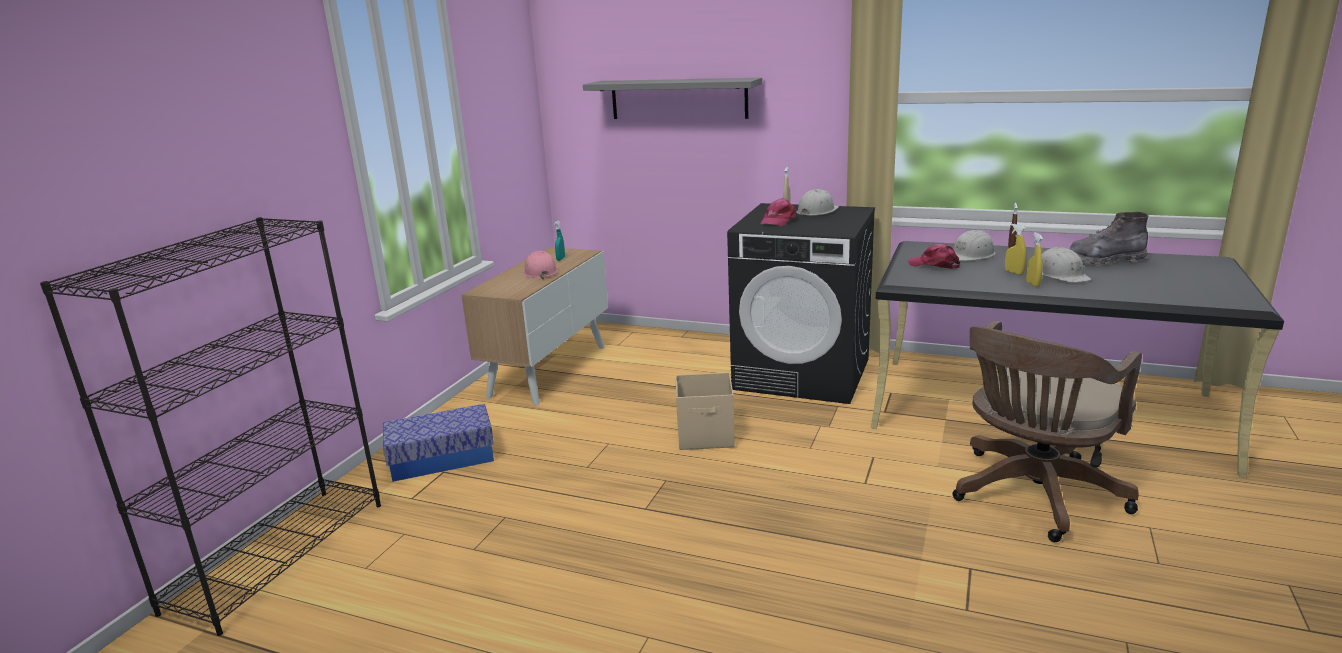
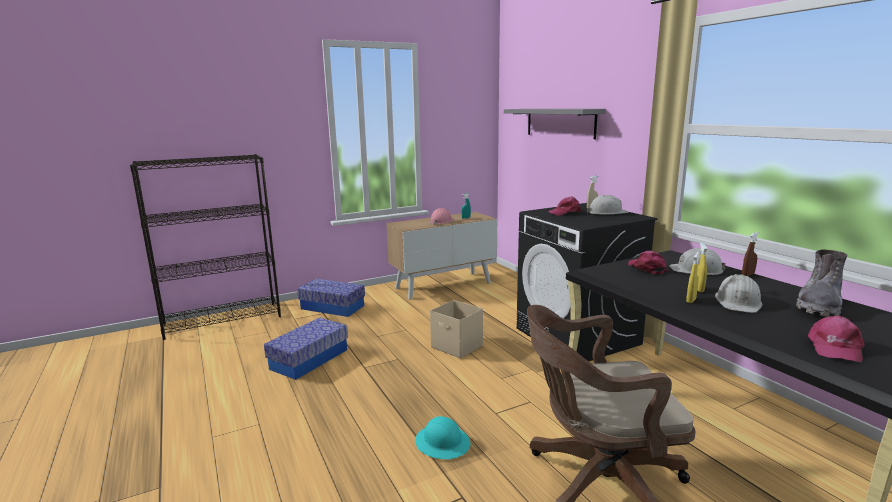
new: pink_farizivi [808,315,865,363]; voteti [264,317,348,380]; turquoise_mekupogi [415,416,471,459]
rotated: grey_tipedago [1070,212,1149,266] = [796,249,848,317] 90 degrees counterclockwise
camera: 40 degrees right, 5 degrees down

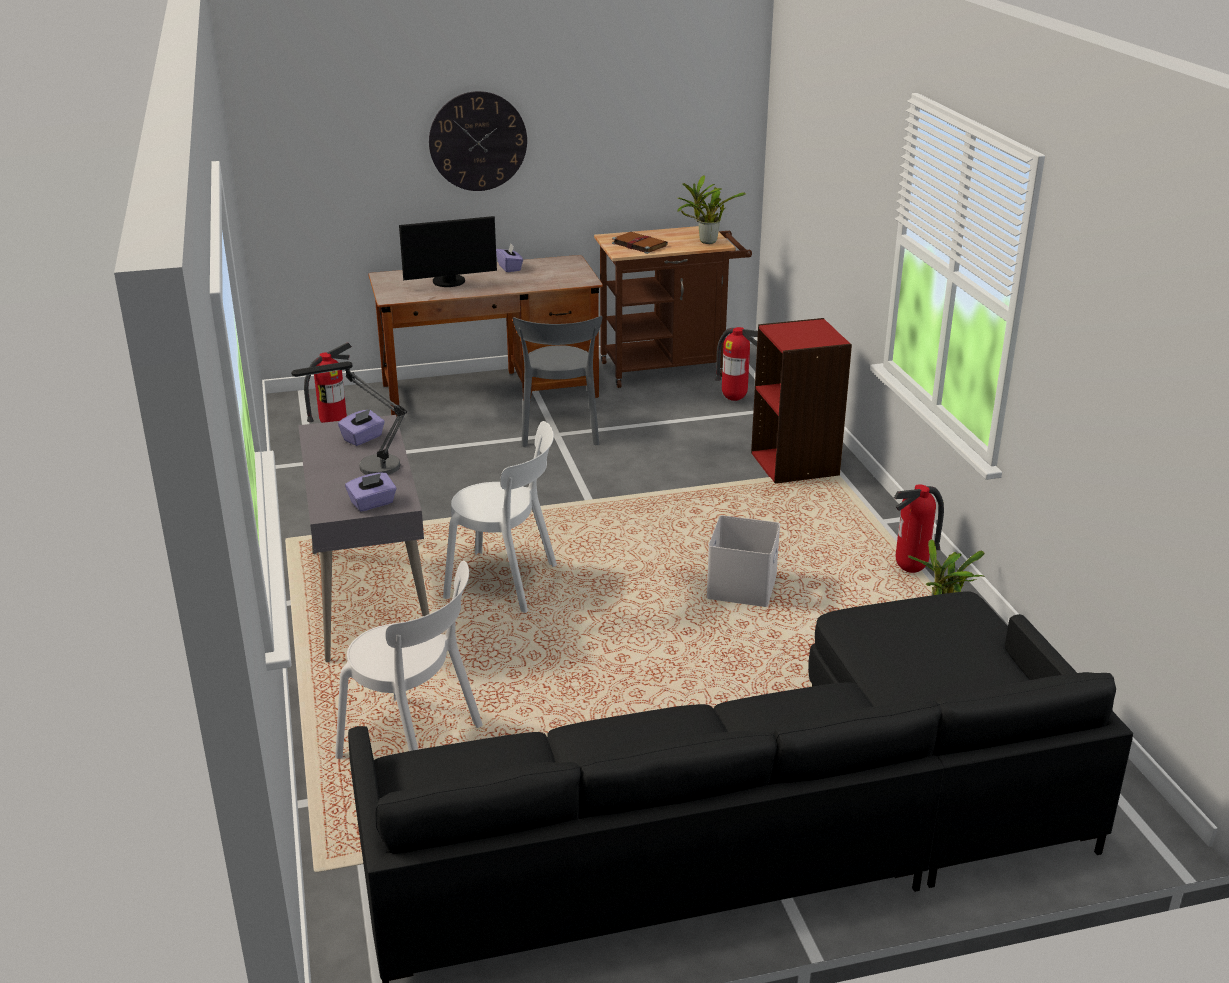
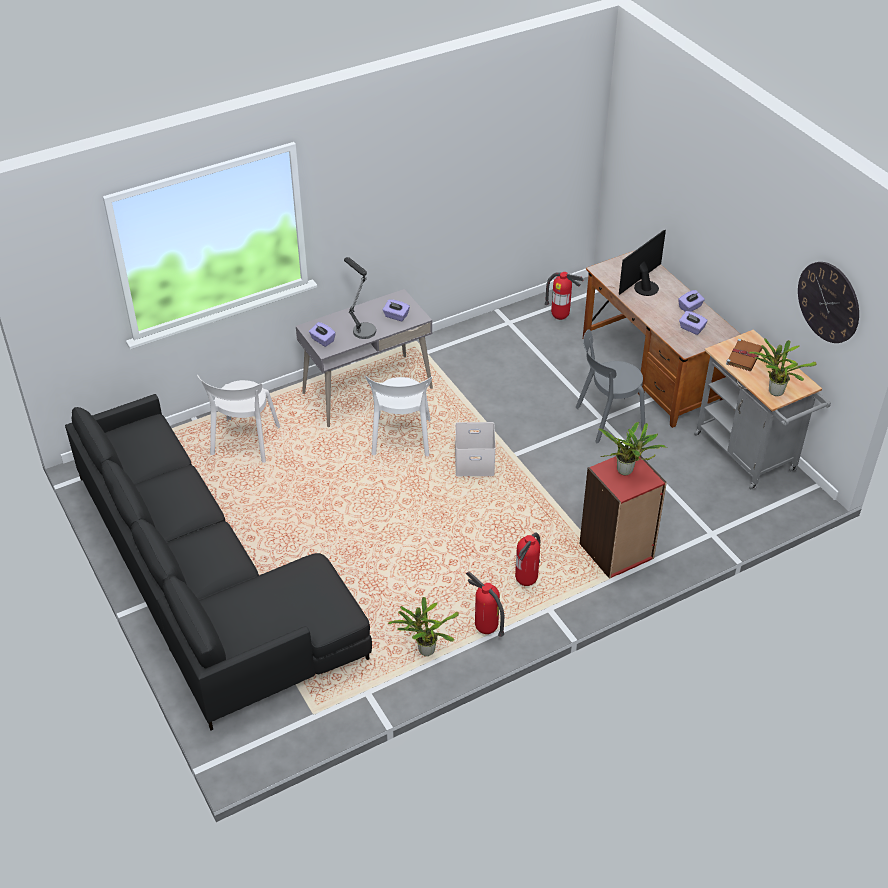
new: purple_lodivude [679,311,707,335]; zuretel [599,422,666,475]
shifted: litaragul [429,91,527,191] to [798,262,859,343]; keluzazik [715,327,758,401] to [515,532,540,586]; white_voteti [707,515,780,607] to [455,422,496,476]
repainted: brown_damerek [594,226,752,388] to grey_damerek [694,330,831,490]
rotated: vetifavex [399,216,497,287] = [619,230,666,296] 75 degrees clockwise
camera: 75 degrees right, 15 degrees up

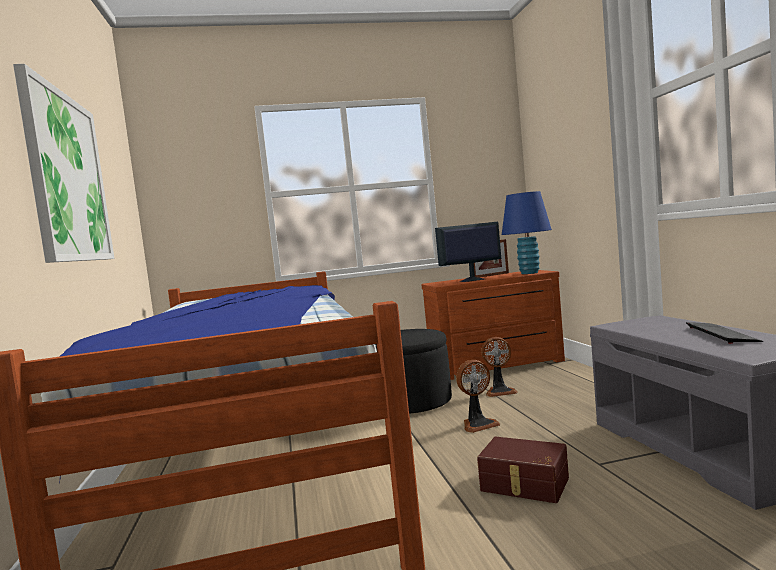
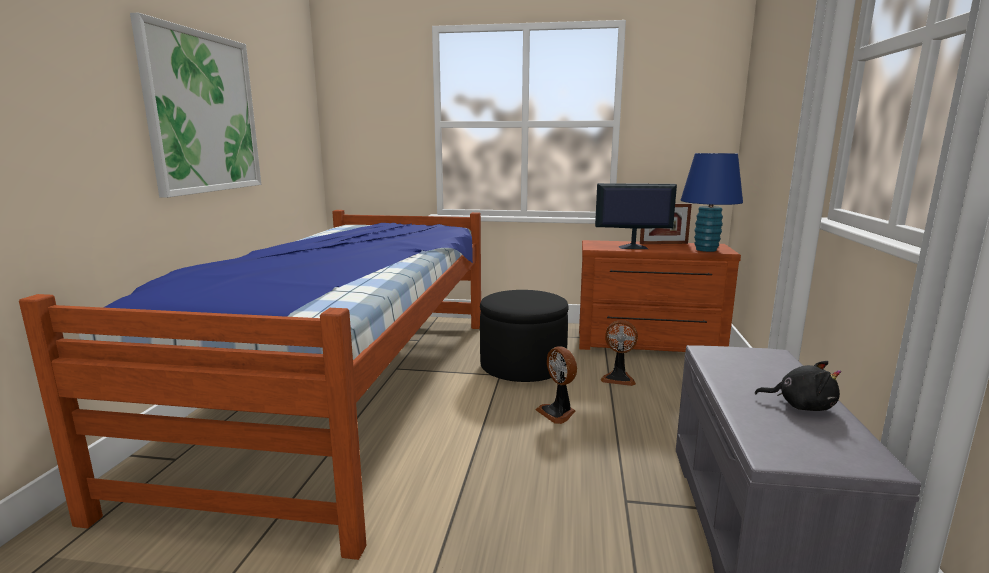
gone: brown_voteti [477,437,569,503]
swapped: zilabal [686,322,763,344] to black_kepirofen [755,361,841,411]
rotated: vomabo [456,360,500,433] = [535,346,577,424] 60 degrees clockwise
camera: 20 degrees right, 10 degrees up

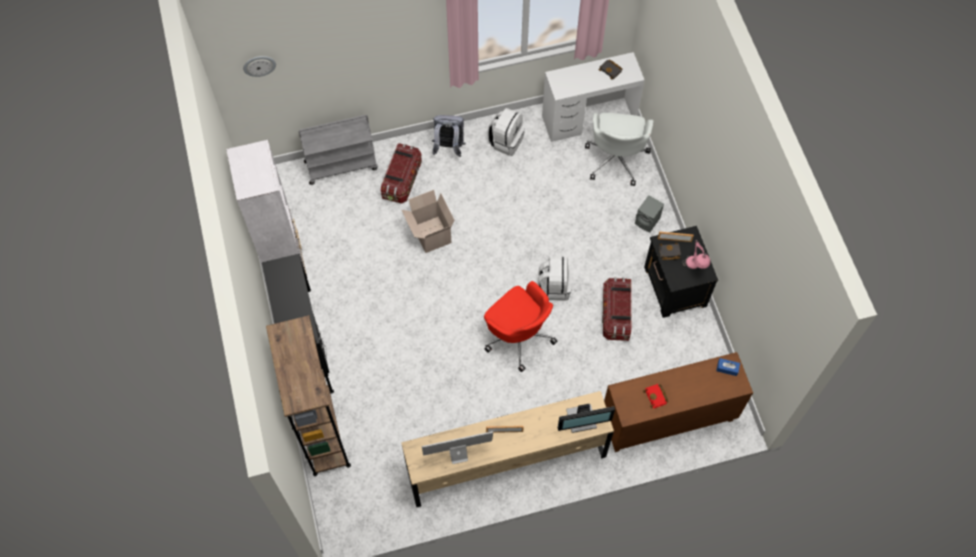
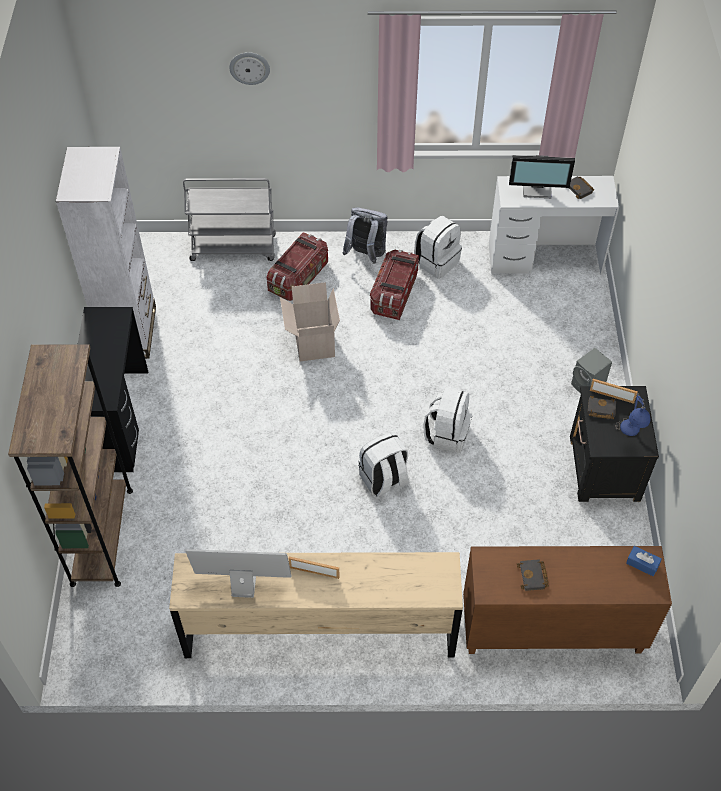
gone: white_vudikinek [585,113,653,186]
shifted: litaragul [243,56,276,77] to [229,52,270,85]; voteti [602,277,632,341] to [370,250,419,320]; vetifavex [558,404,615,433] to [509,155,575,198]
swapped: red_vudikinek [484,281,557,372] to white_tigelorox [358,432,410,497]
repainted: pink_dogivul [683,240,710,269] to blue_dogivul [616,393,651,436]; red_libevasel [643,384,669,409] to black_libevasel [517,559,549,591]
camera: 15 degrees right, 10 degrees down

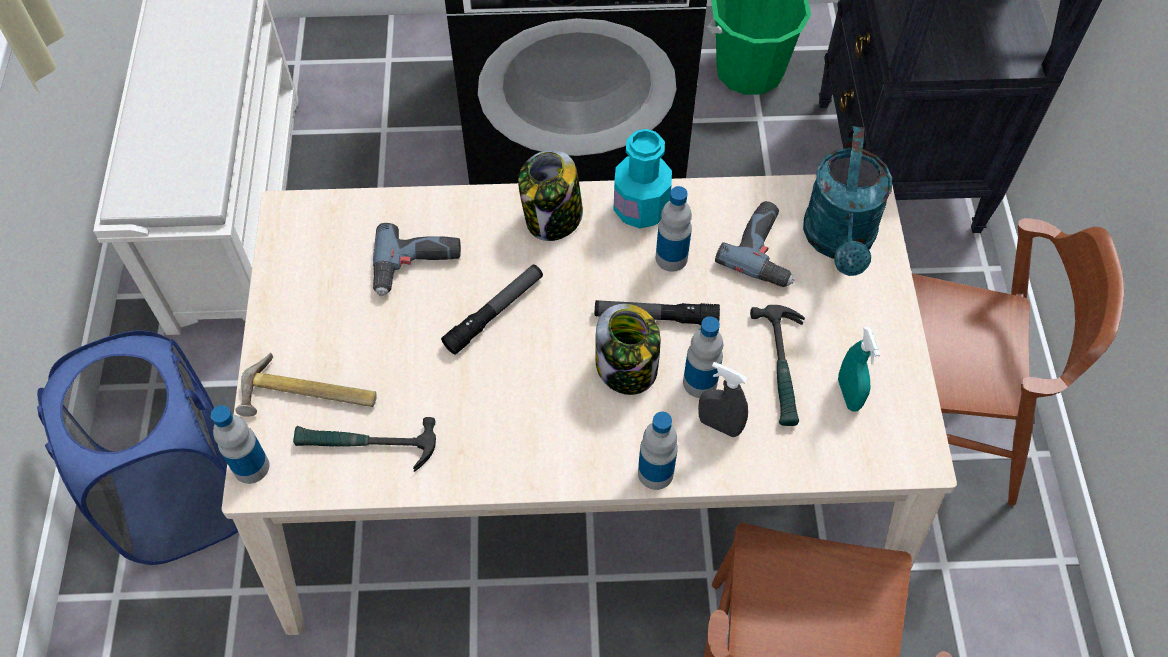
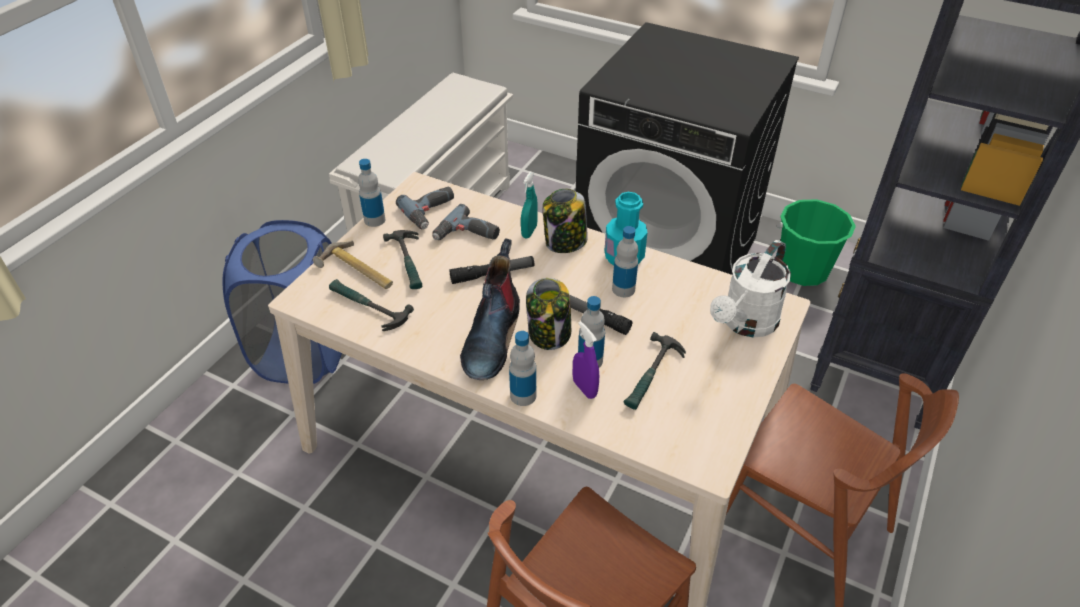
new: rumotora [383,230,422,289]; tipedago [460,238,520,380]
shifted: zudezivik [715,201,794,287] to [396,186,454,229]; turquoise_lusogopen [838,326,880,412] to [521,172,538,238]; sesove [211,405,270,484] to [358,159,385,227]
repainted: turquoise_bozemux [803,126,892,276] to white_bozemux [710,240,791,338]; grey_lusogopen [698,362,748,437] to purple_lusogopen [573,321,599,399]
camera: 30 degrees right, 15 degrees down

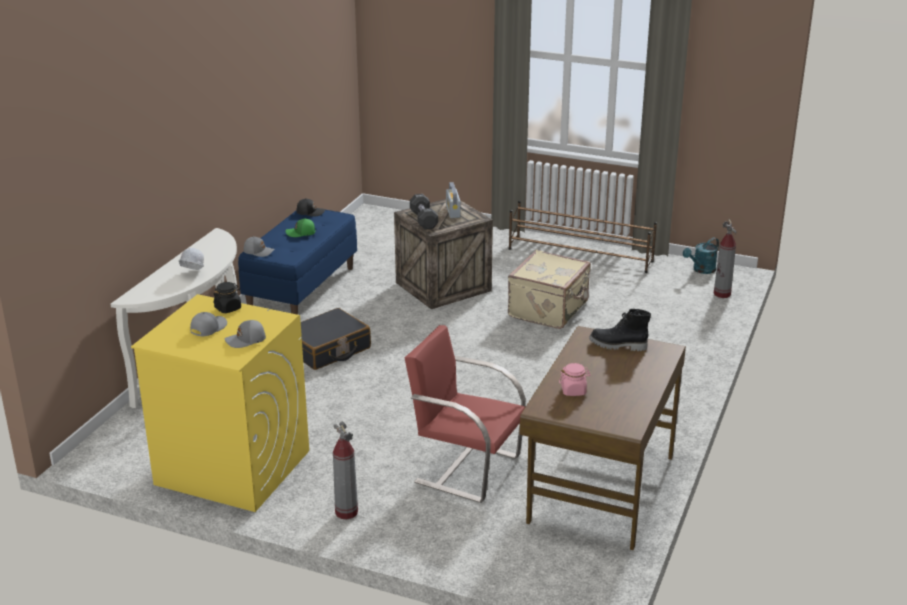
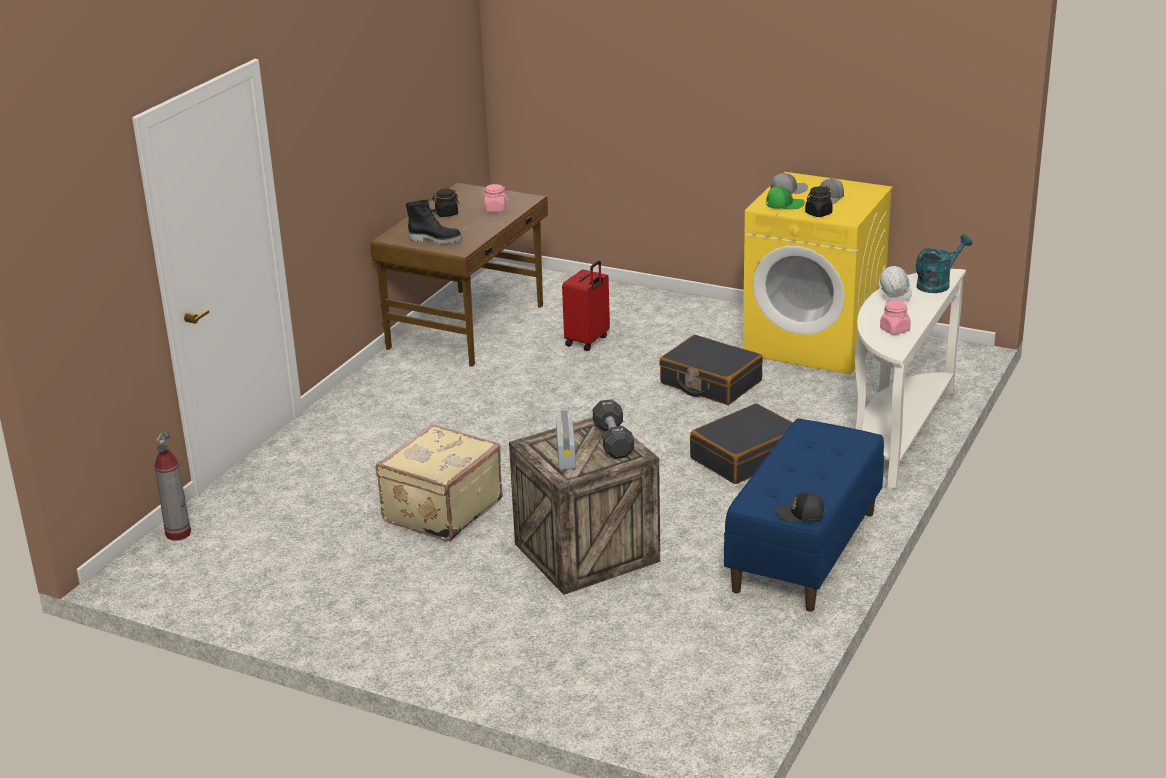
gone: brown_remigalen [509,201,657,273]; grey_farizivi [243,236,275,257]; keluzazik [333,421,358,519]
new: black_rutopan [432,189,459,217]; pink_rutopan [880,300,911,335]; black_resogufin [659,335,763,405]
shifted: green_farizivi [285,218,315,237] to [766,186,805,210]; turquoise_bozemux [683,238,719,274] to [916,234,972,293]
swapped: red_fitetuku [405,325,526,503] to red_resogufin [562,261,610,351]
camera: 175 degrees left, 0 degrees up

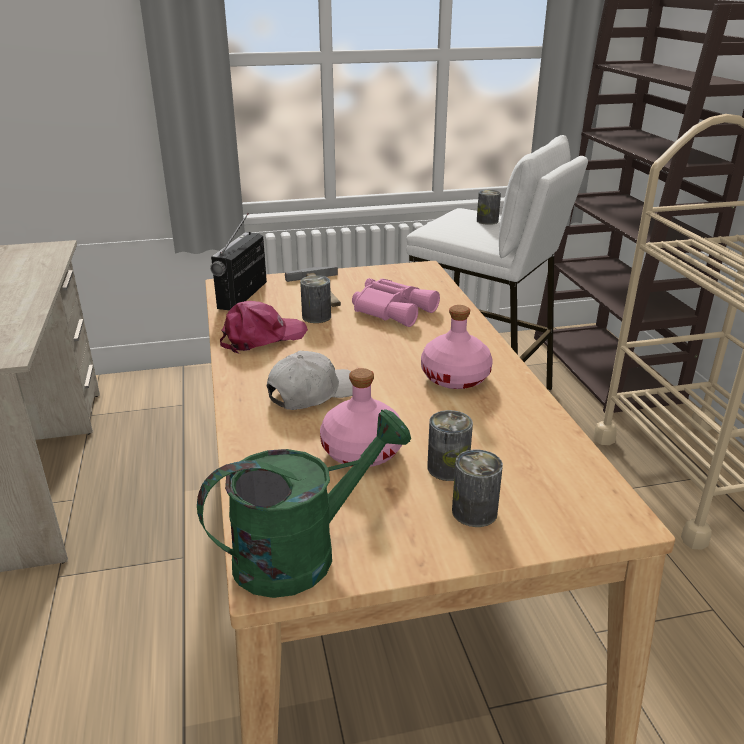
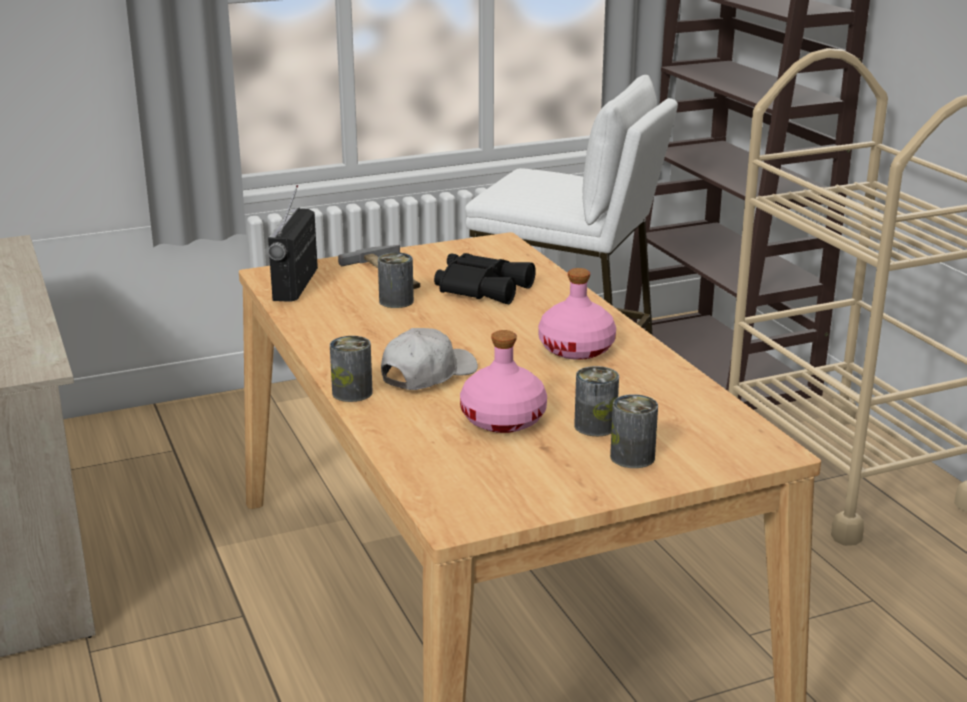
gone: pink_farizivi [220,301,308,354]; green_bozemux [197,409,411,598]
shifted: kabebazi [477,190,501,225] to [330,336,373,402]
repainted: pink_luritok [352,278,440,327] to black_luritok [434,253,536,304]
camera: 10 degrees left, 5 degrees down

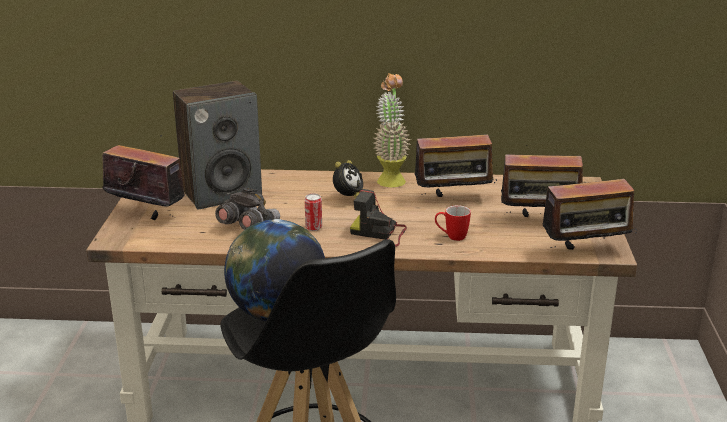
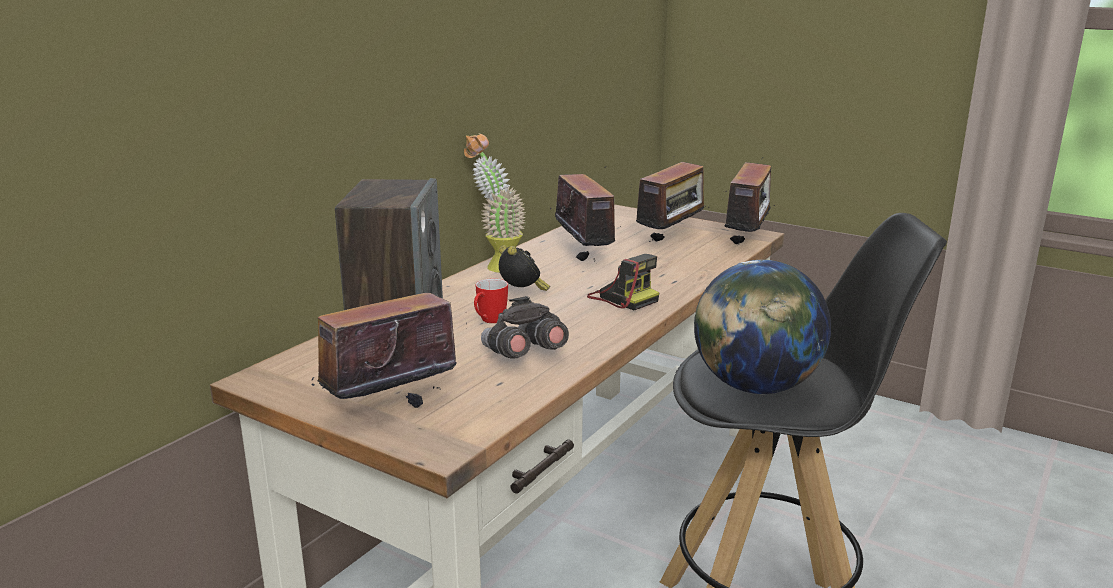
gone: kabebazi [305,193,322,231]
shifted: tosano [435,205,471,241] to [474,279,508,323]
rotated: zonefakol [414,127,497,199] = [550,167,621,264] 45 degrees counterclockwise; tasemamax [350,189,407,247] = [587,254,659,310] 90 degrees counterclockwise
camera: 60 degrees left, 5 degrees down

